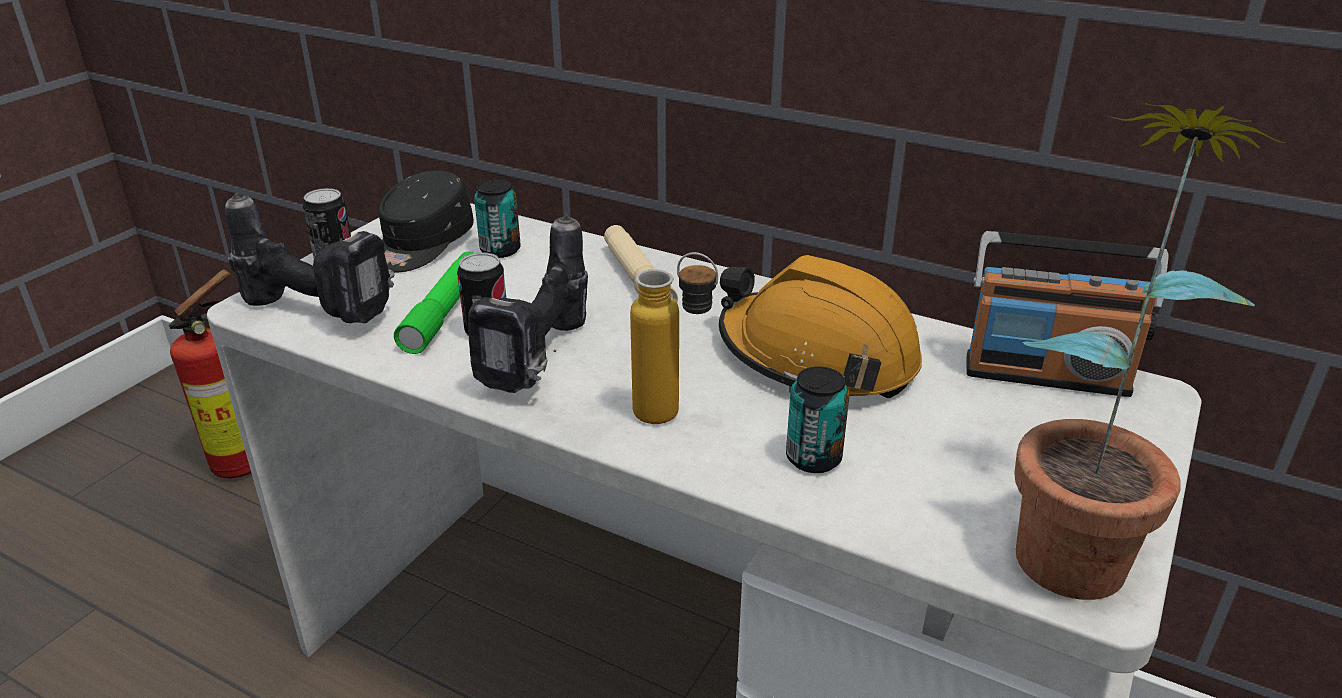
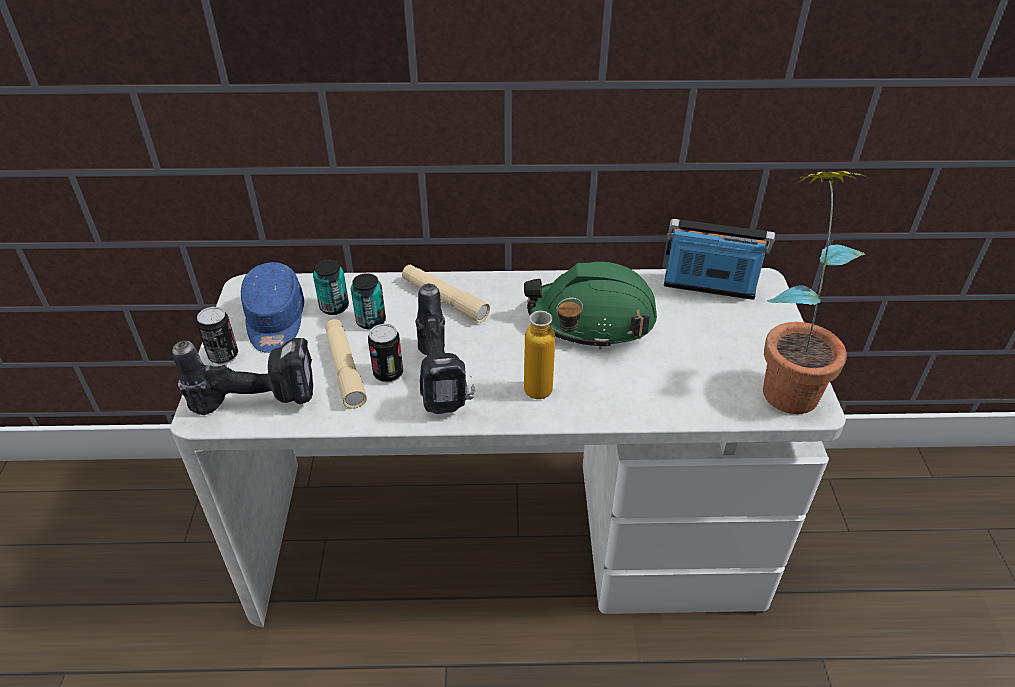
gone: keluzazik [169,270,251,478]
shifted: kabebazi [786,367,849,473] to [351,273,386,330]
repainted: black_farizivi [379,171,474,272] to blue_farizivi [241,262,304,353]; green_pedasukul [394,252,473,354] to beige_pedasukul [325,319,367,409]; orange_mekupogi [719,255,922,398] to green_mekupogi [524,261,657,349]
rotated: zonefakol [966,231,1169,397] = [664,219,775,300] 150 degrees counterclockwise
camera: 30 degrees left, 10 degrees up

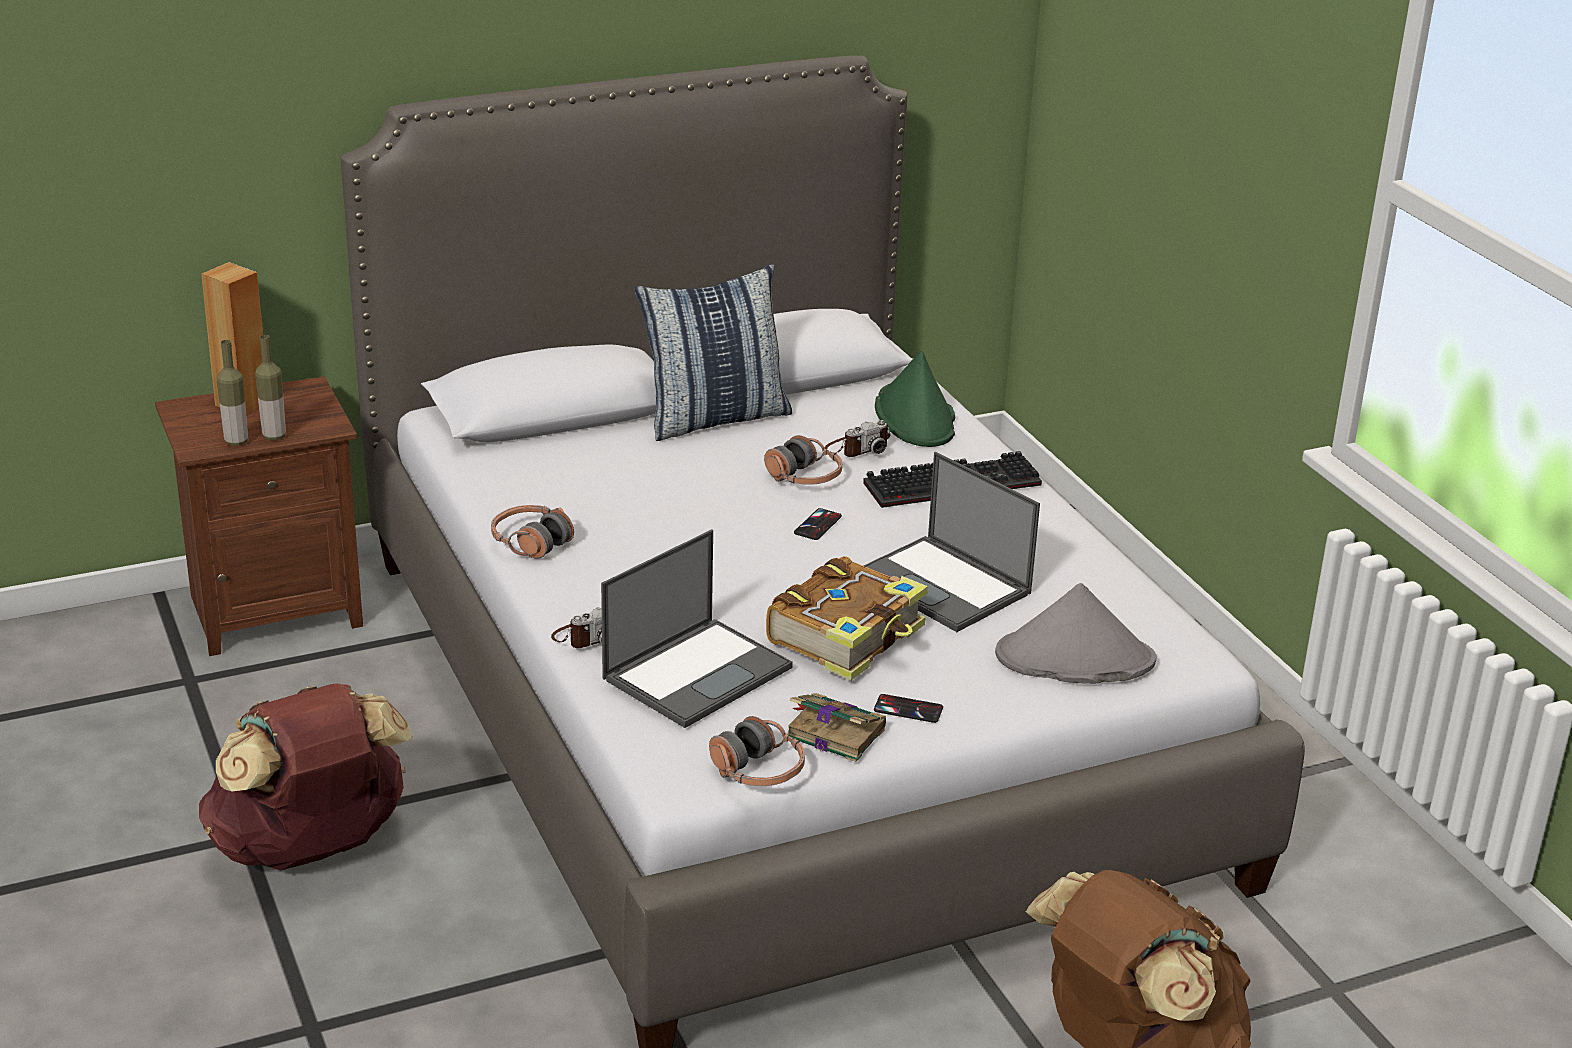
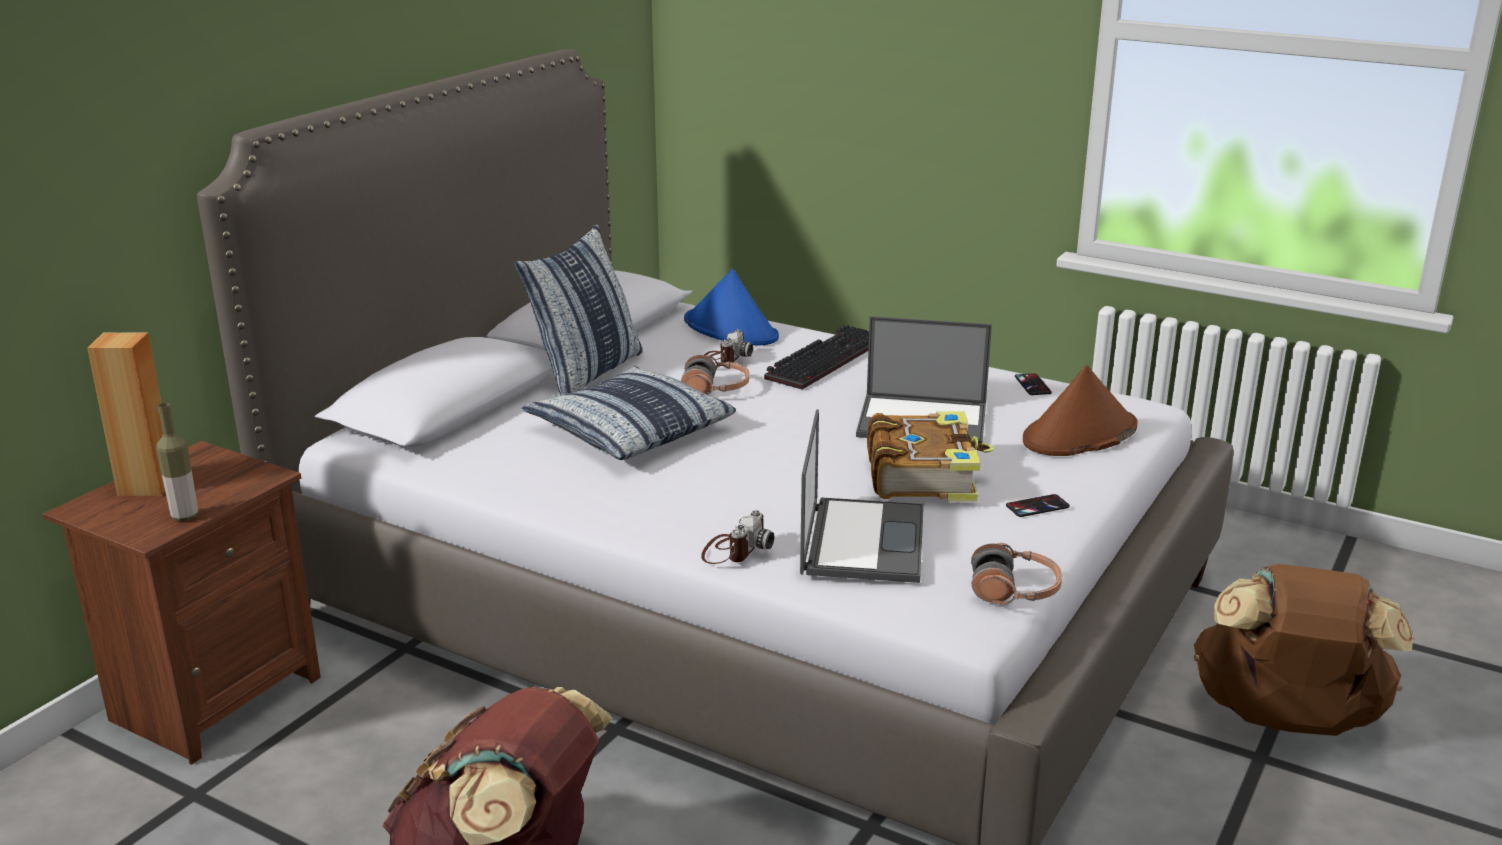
gone: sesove [255,335,286,440]; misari [491,505,574,559]; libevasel [788,693,886,762]
new: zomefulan [522,366,736,460]
shifted: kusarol [794,508,842,540] to [1015,373,1052,395]
repainted: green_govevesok [875,351,955,447] to blue_govevesok [684,269,779,346]; grey_govevesok [995,583,1157,684] to brown_govevesok [1023,365,1138,456]
camera: 35 degrees left, 5 degrees down

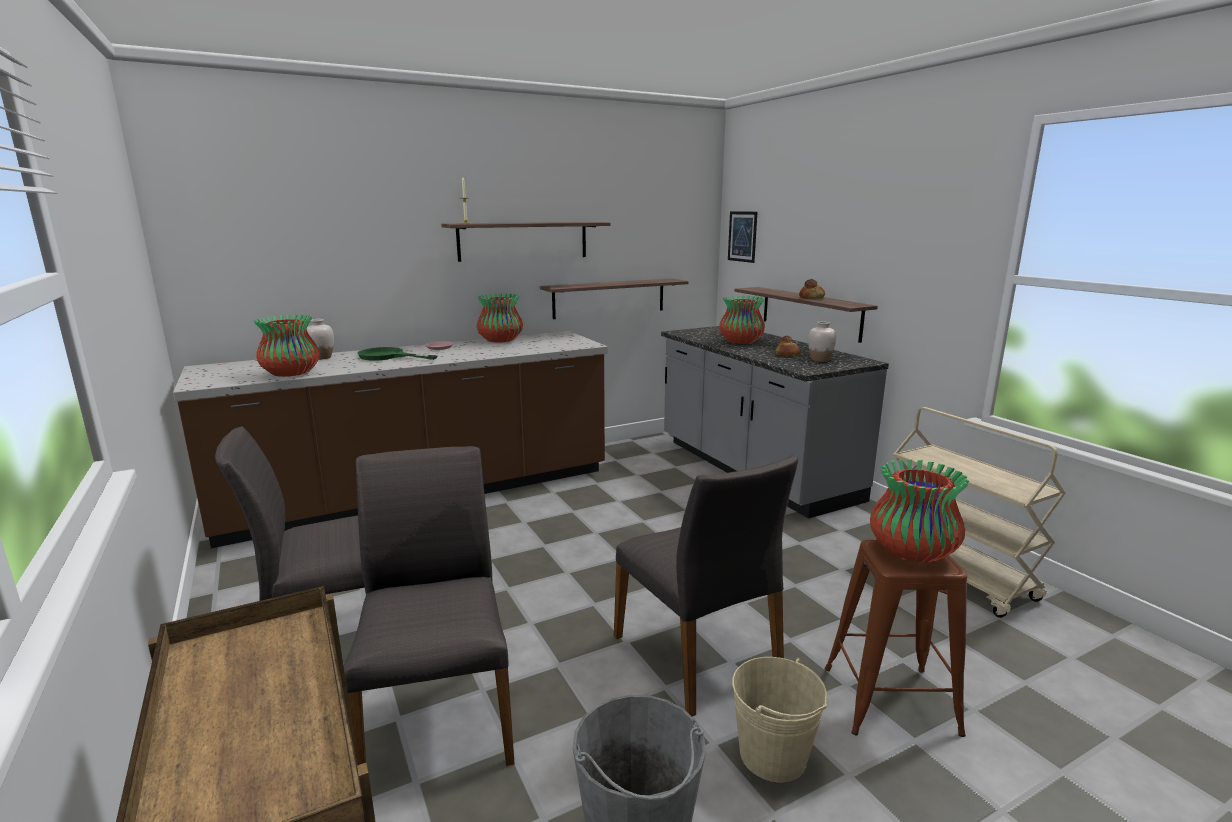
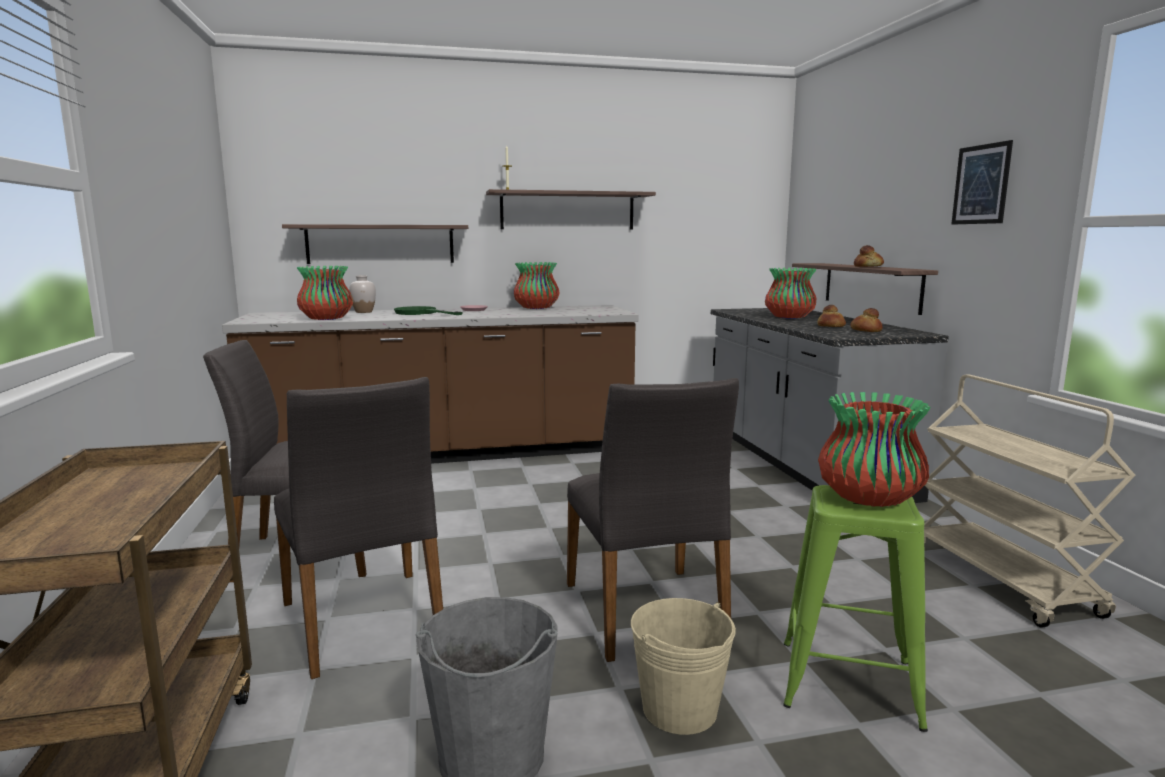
shifted: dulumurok [728,211,757,263] to [952,140,1013,225]; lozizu [540,278,689,319] to [282,224,468,264]
swapped: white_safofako [808,321,836,362] to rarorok [850,308,883,332]
repainted: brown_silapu [825,540,967,737] to green_silapu [783,485,928,732]
rotated: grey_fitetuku [344,446,515,766] = [274,377,443,679] 150 degrees clockwise
camera: 15 degrees right, 5 degrees down

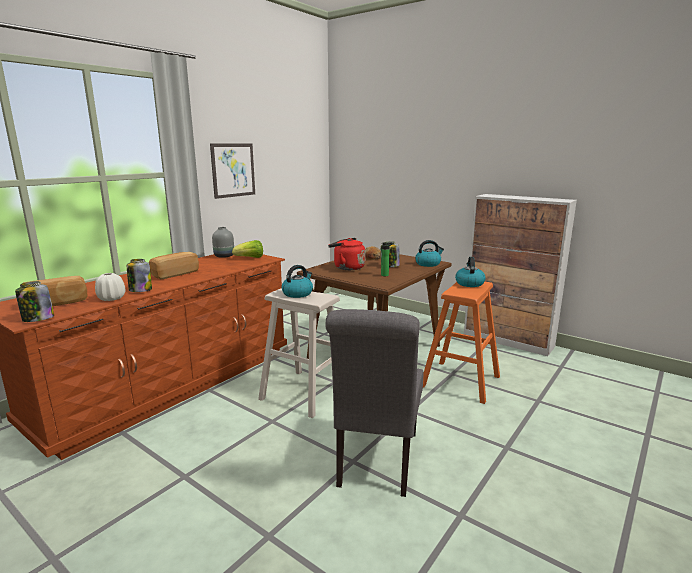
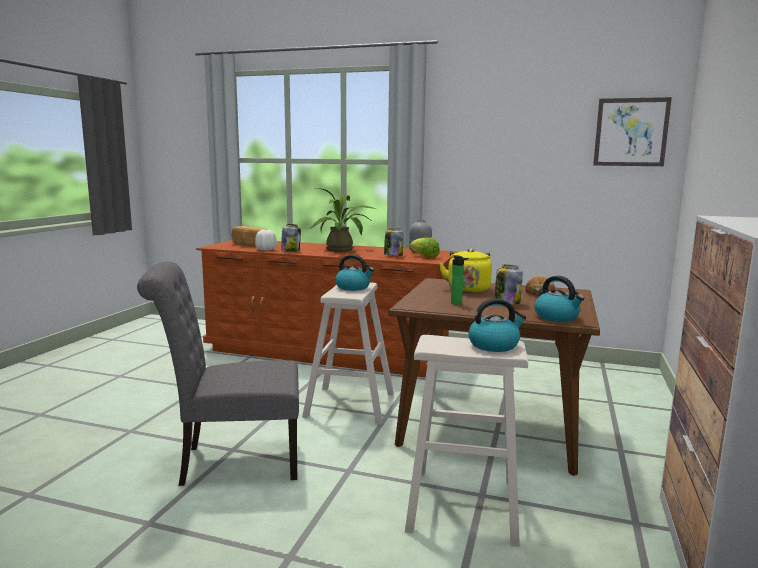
shifted: dulumurok [210,143,255,199] to [593,97,672,166]; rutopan [15,281,54,322] to [384,228,404,256]
swapped: rarorok [149,252,199,279] to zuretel [309,188,376,252]
repainted: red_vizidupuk [328,238,365,270] to yellow_vizidupuk [439,249,492,293]; orange_silapu [423,282,500,404] to beige_silapu [405,335,528,547]
camera: 70 degrees right, 5 degrees down

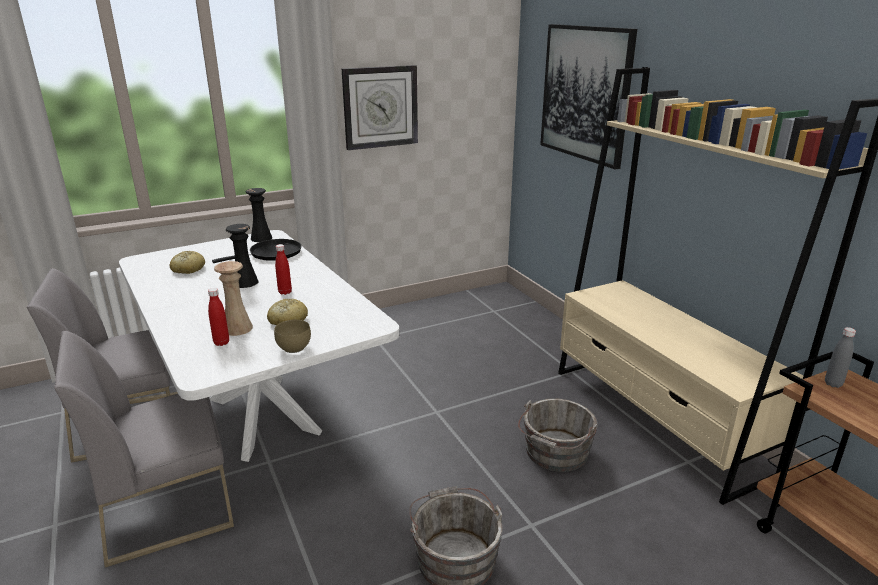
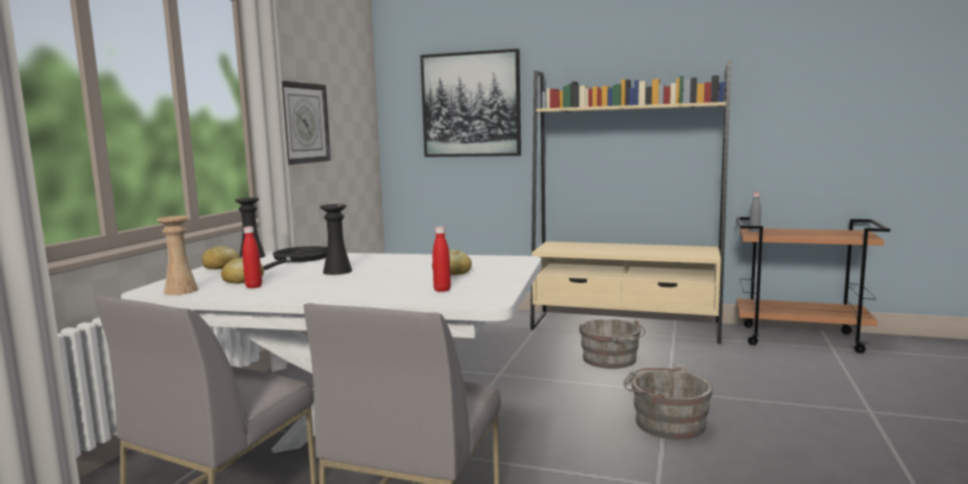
gone: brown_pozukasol [274,320,311,353]
new: rarorok [202,246,240,269]
shifted: red_sesove [275,244,292,295] to [242,226,262,288]; beige_safofako [214,261,253,336] to [157,216,198,295]
camera: 45 degrees left, 15 degrees down

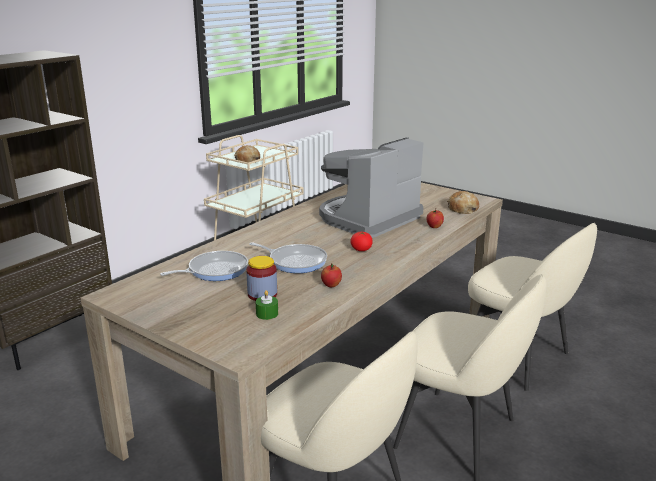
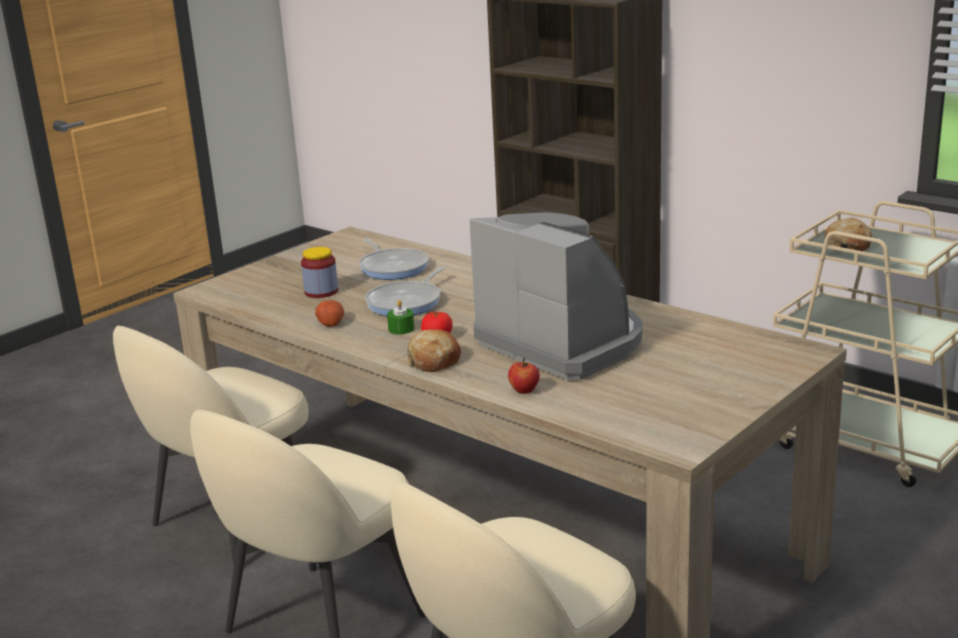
shifted: rarorok [447,191,479,214] to [407,330,461,372]; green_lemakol [256,290,278,320] to [387,300,415,335]
swapped: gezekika [321,263,342,287] to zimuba [315,300,344,327]
camera: 95 degrees right, 0 degrees up

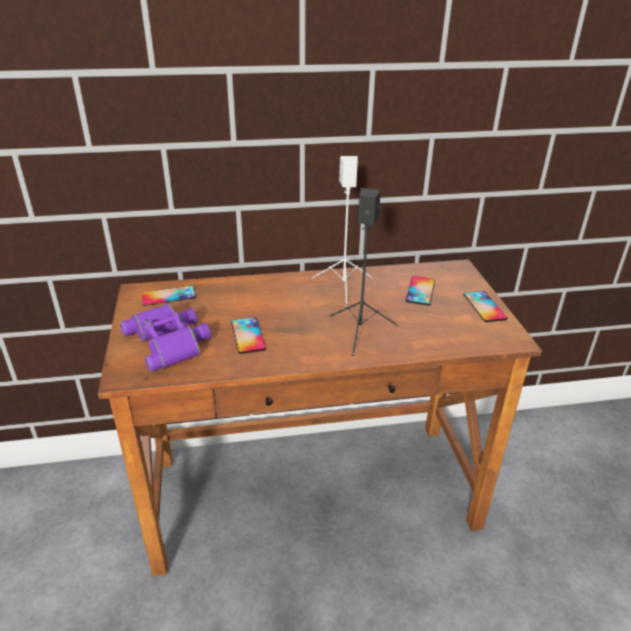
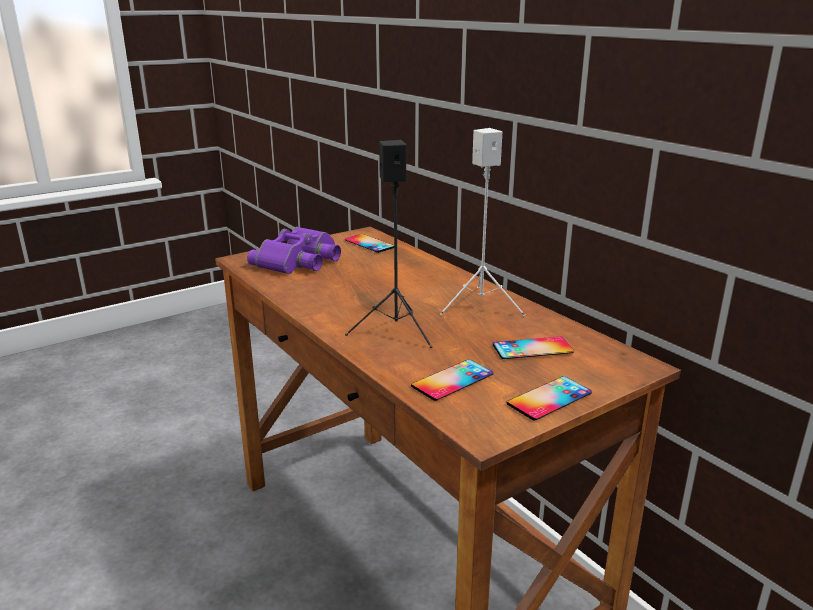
shifted: kusarol [231,317,266,354] to [411,359,493,401]
camera: 65 degrees right, 10 degrees down

